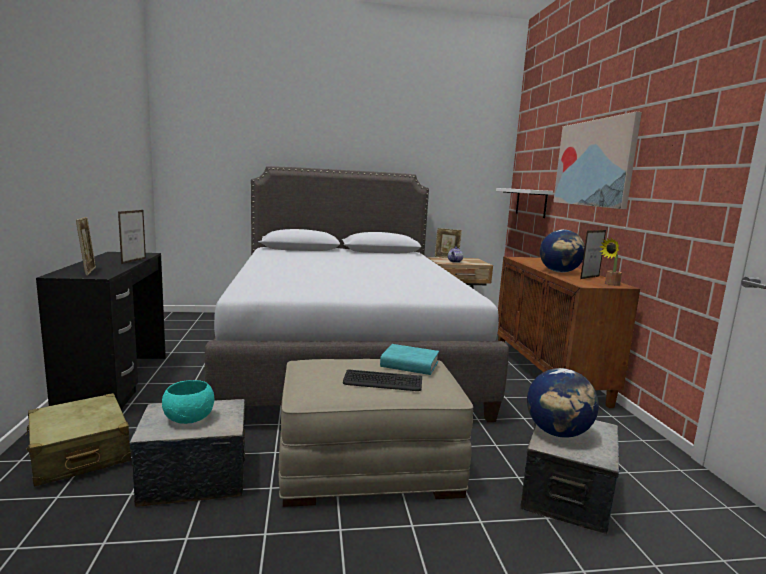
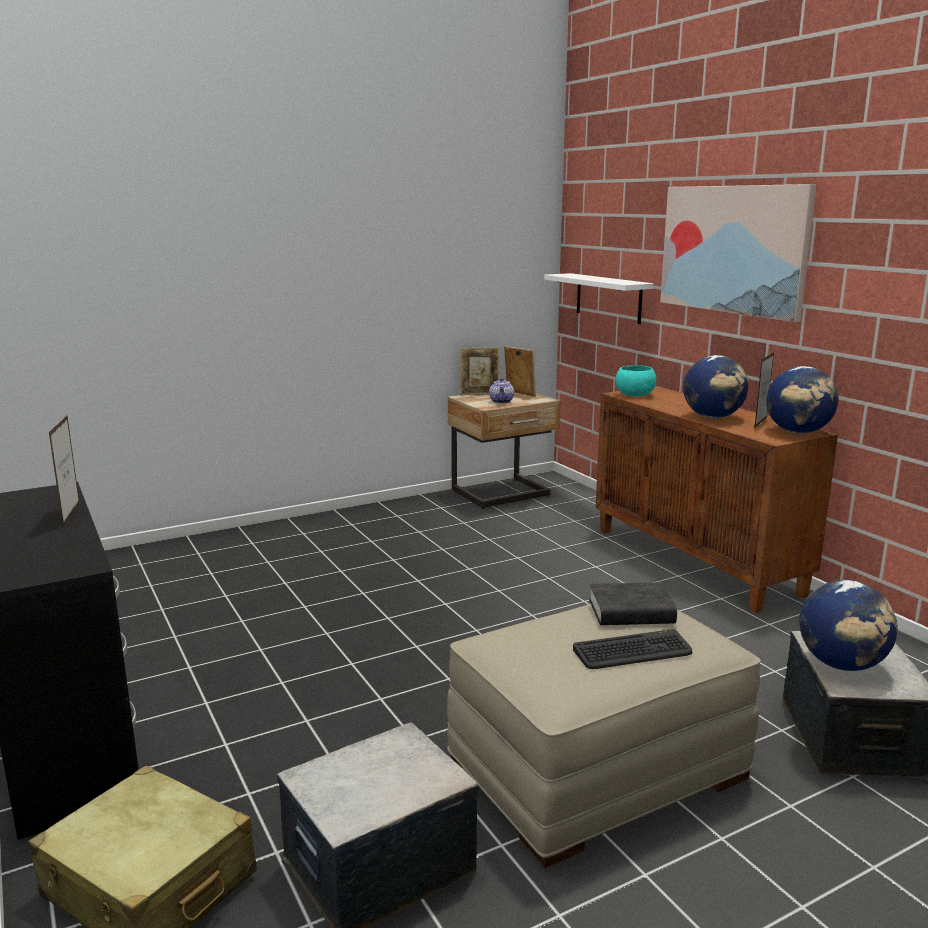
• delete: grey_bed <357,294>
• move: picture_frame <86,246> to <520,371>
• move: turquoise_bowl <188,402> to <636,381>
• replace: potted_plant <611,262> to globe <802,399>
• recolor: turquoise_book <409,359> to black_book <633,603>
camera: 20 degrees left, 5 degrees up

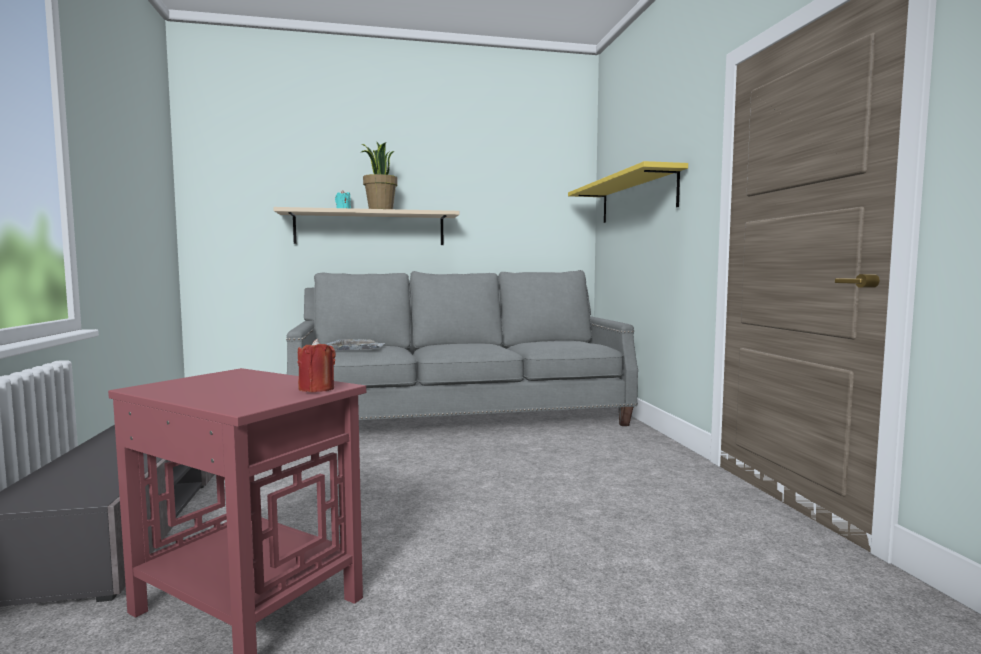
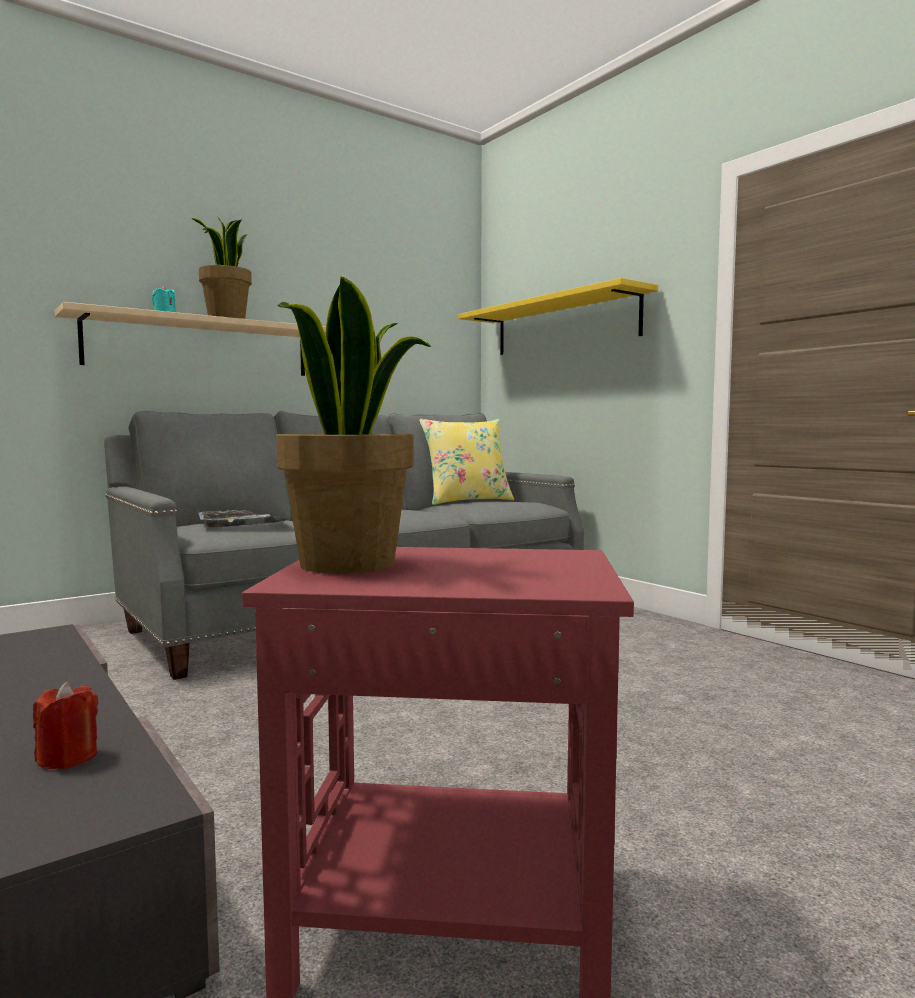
• insert: potted_plant <353,425>
• insert: yellow_pillow <466,462>
• move: red_candle <317,365> to <65,725>
camera: 25 degrees left, 0 degrees up

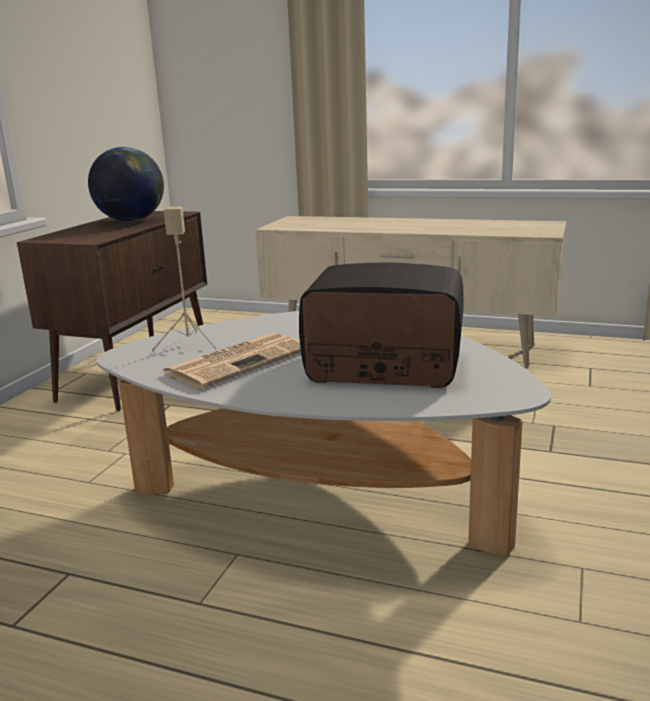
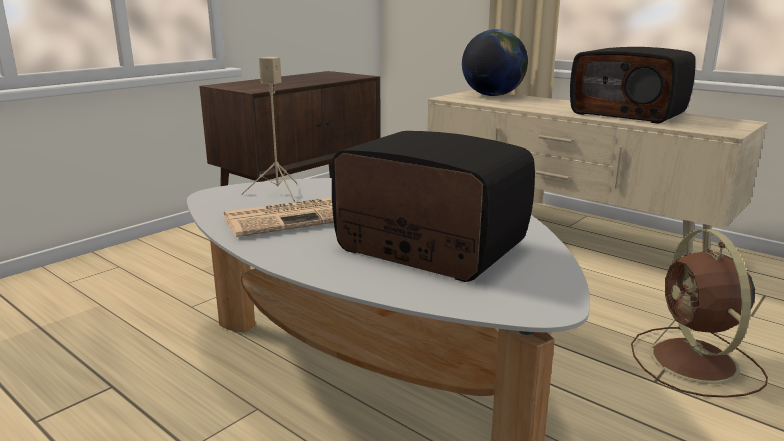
• insert: radio <633,85>
• insert: brown_fan <699,313>
• move: globe <126,184> to <495,62>
camera: 20 degrees right, 0 degrees up

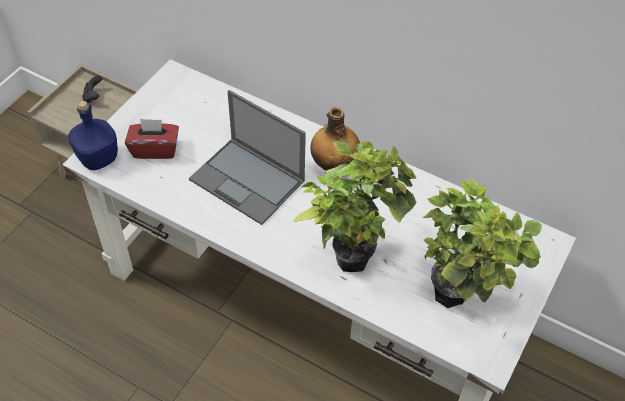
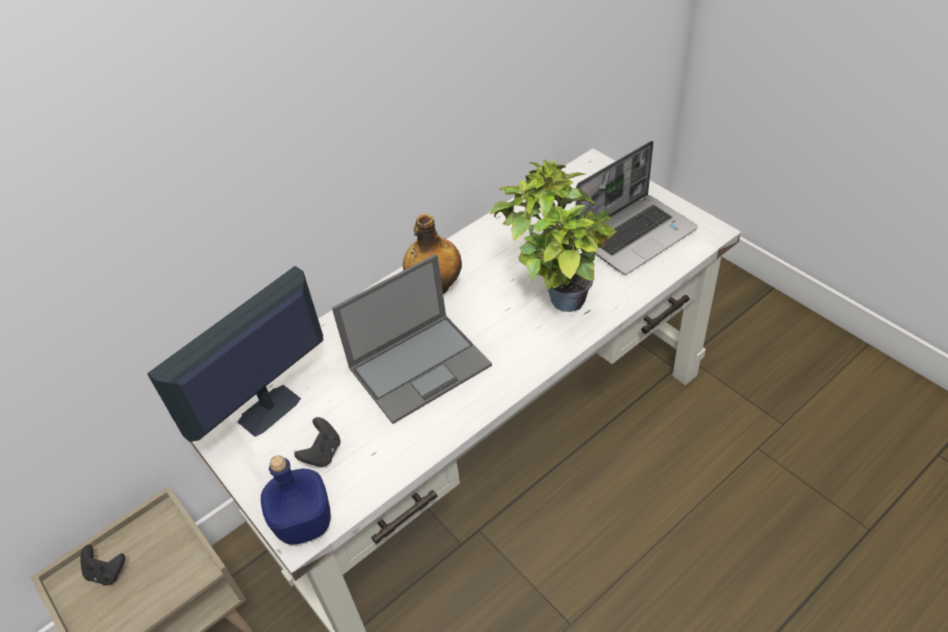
• insert: monitor <235,354>
• replace: red_tissue_box <152,139> to black_game_controller <317,442>
• replace: potted_plant <482,243> to laptop <636,208>
camera: 65 degrees left, 5 degrees down

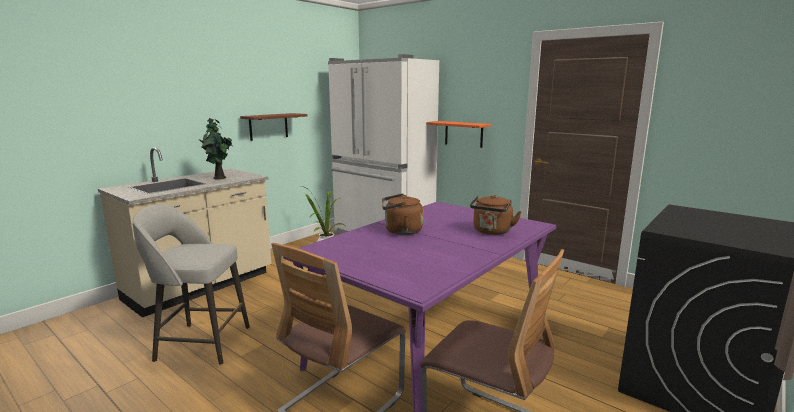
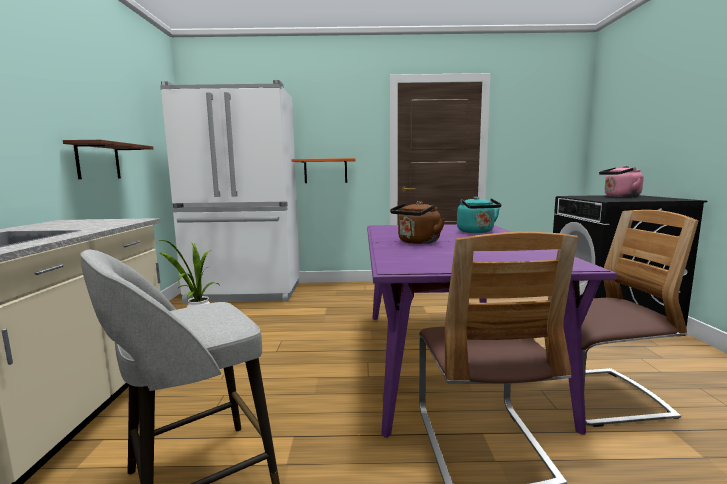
• delete: potted_plant <216,148>
• insert: pink_kettle <621,181>
• recolor: brown_kettle <496,215> to turquoise_kettle <479,214>
camera: 40 degrees left, 5 degrees down

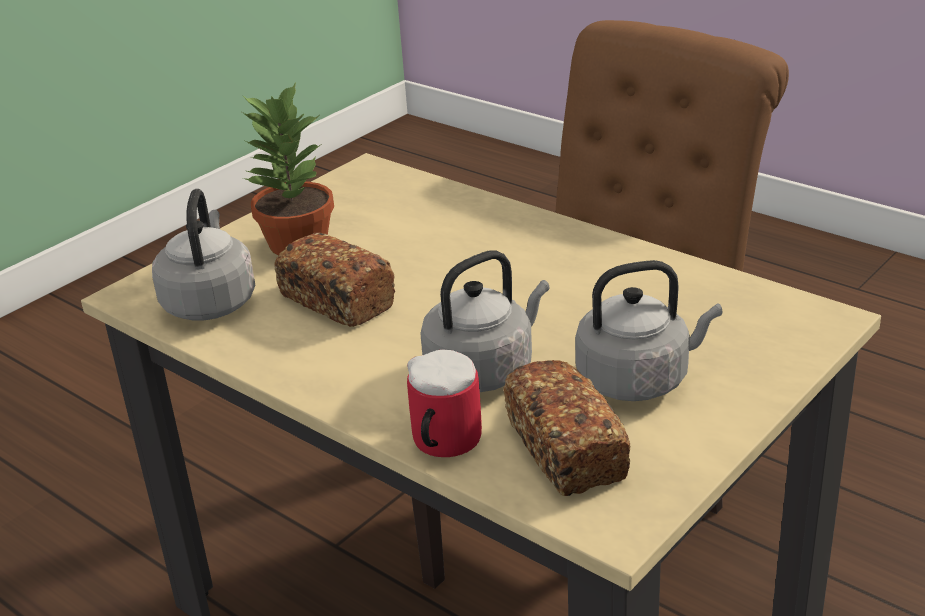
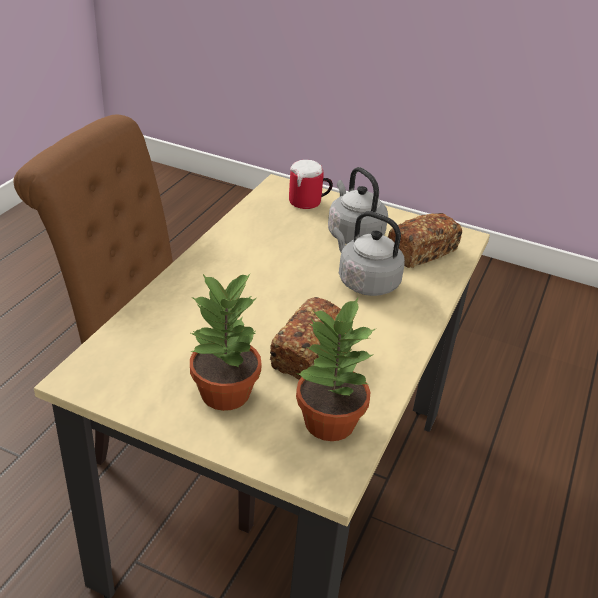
• move: mug <444,403> to <311,184>
• replace: grey_kettle <203,254> to potted_plant <335,369>
camera: 110 degrees left, 5 degrees up

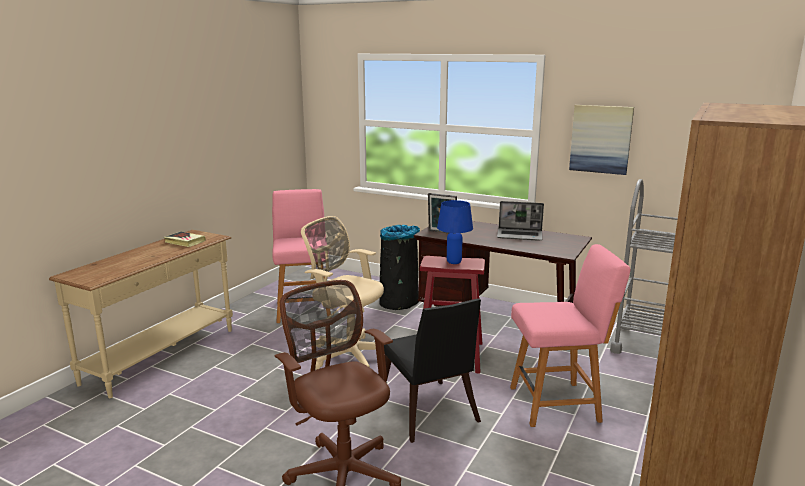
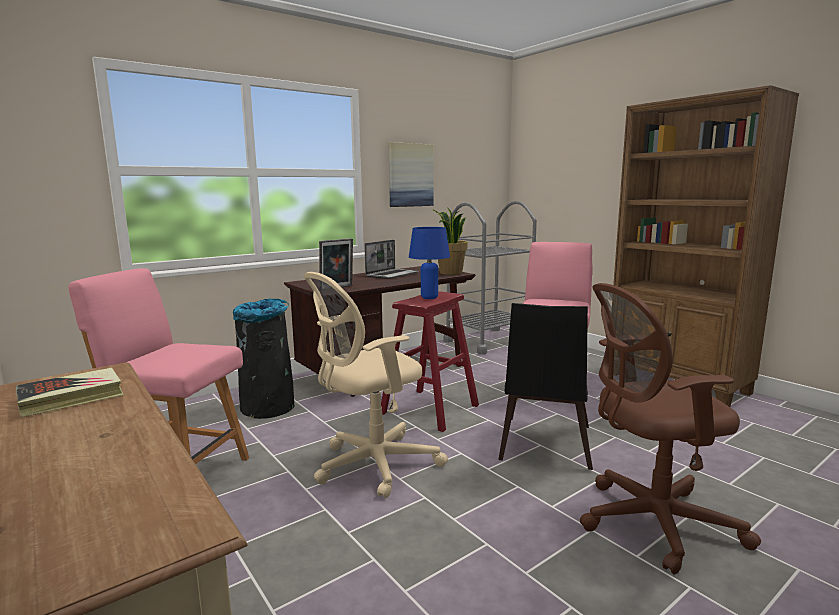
• insert: potted_plant <449,241>
• rotate: black_chair <432,370> = <545,386> 105 degrees clockwise
camera: 65 degrees left, 5 degrees down

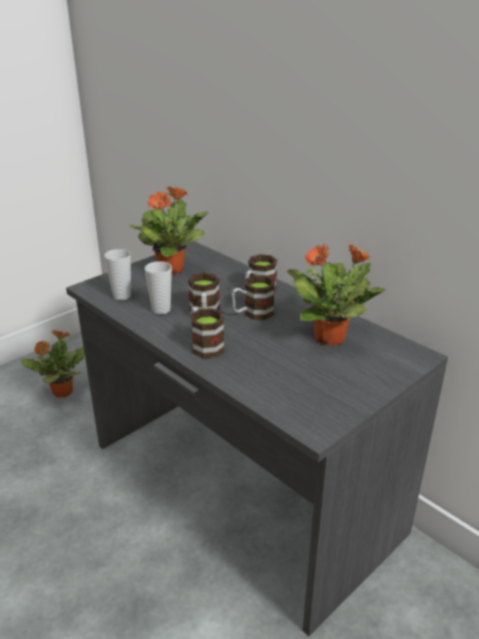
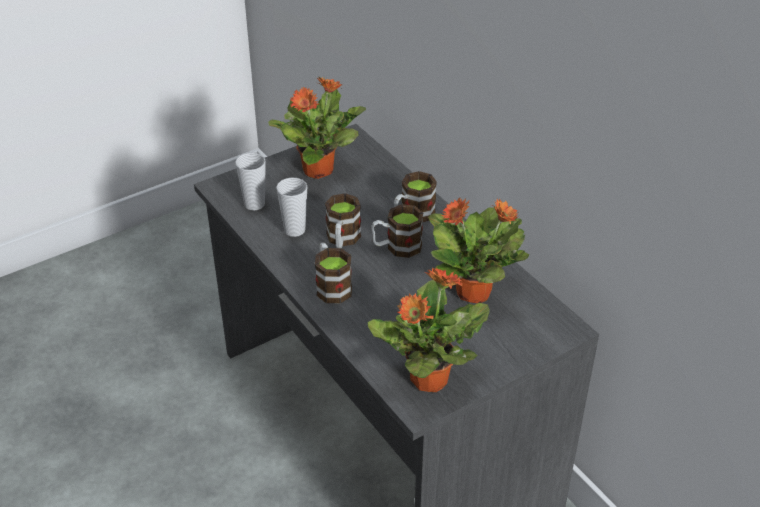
• move: potted_plant <53,363> to <429,330>
camera: 10 degrees right, 10 degrees up

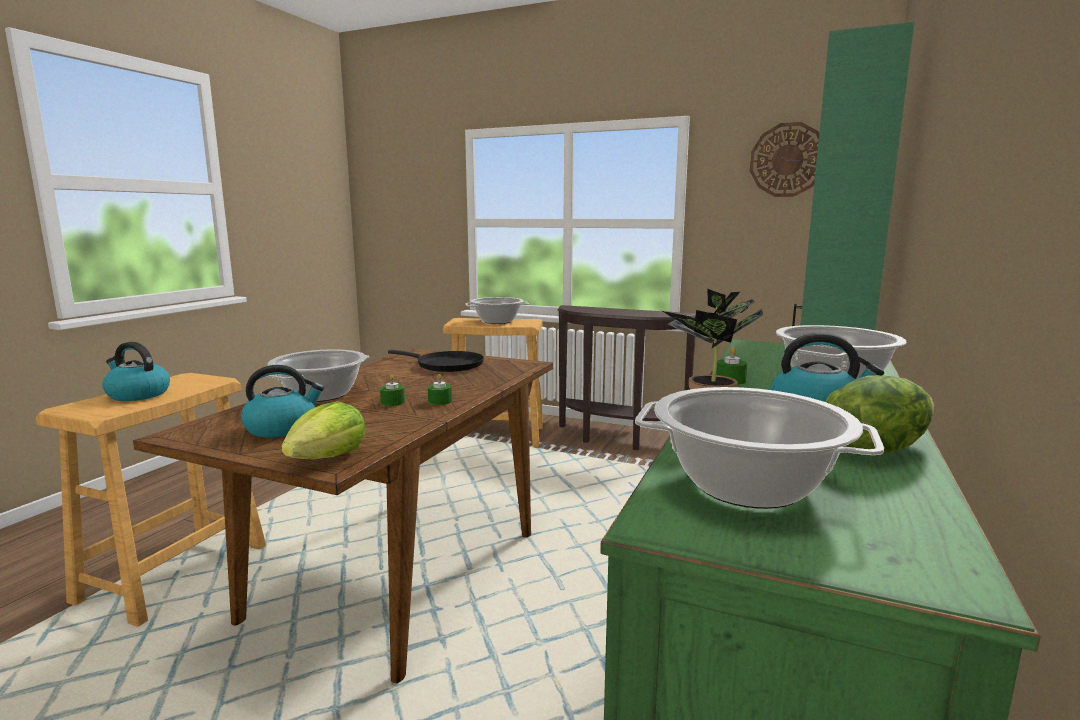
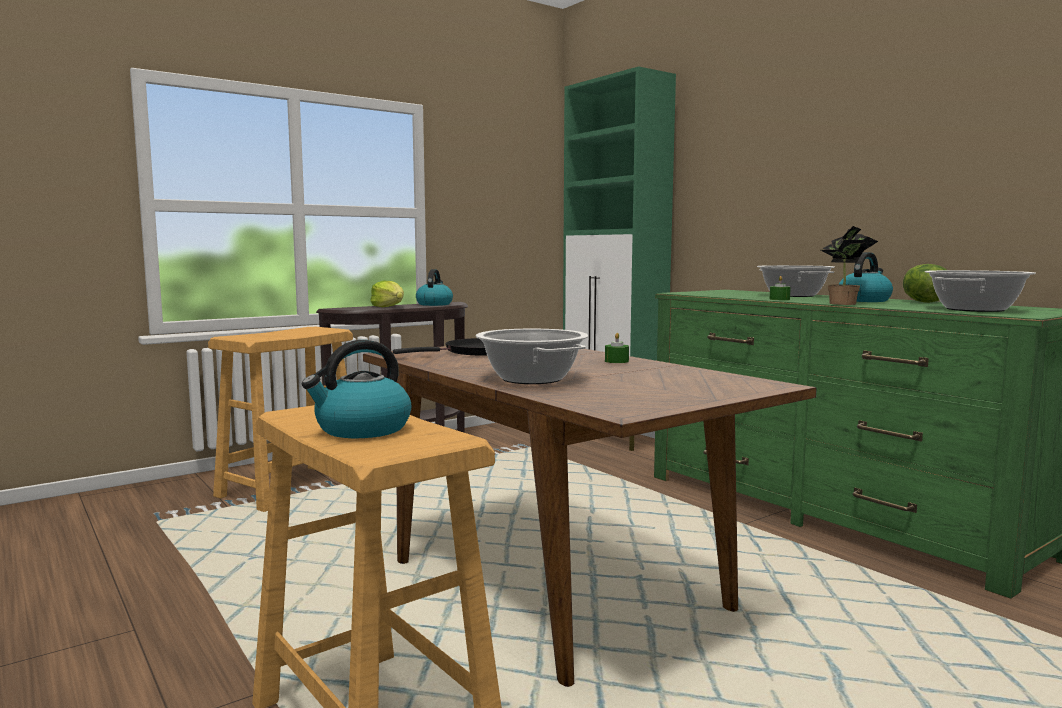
• delete: green_candle <392,390>
• delete: cooking_pot <497,310>
• delete: wall_clock <784,159>
• move: kettle <282,401> to <434,287>
• move: lettuce <323,430> to <387,294>
camera: 60 degrees left, 5 degrees down

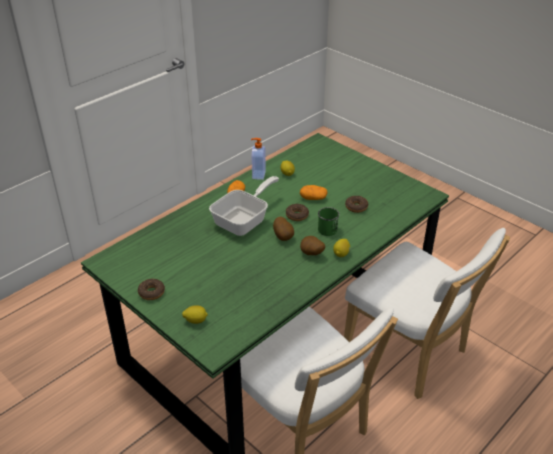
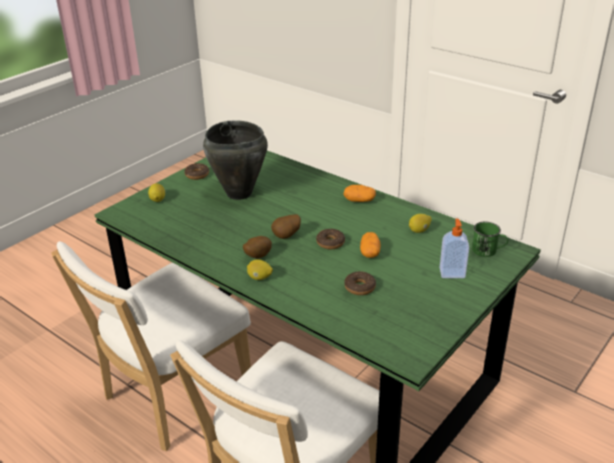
• delete: frying_pan <244,206>
• insert: black_cooking_pot <235,160>
• move: soap_dispenser <258,159> to <454,248>
• move: green_mug <328,221> to <490,239>
camera: 85 degrees right, 5 degrees down

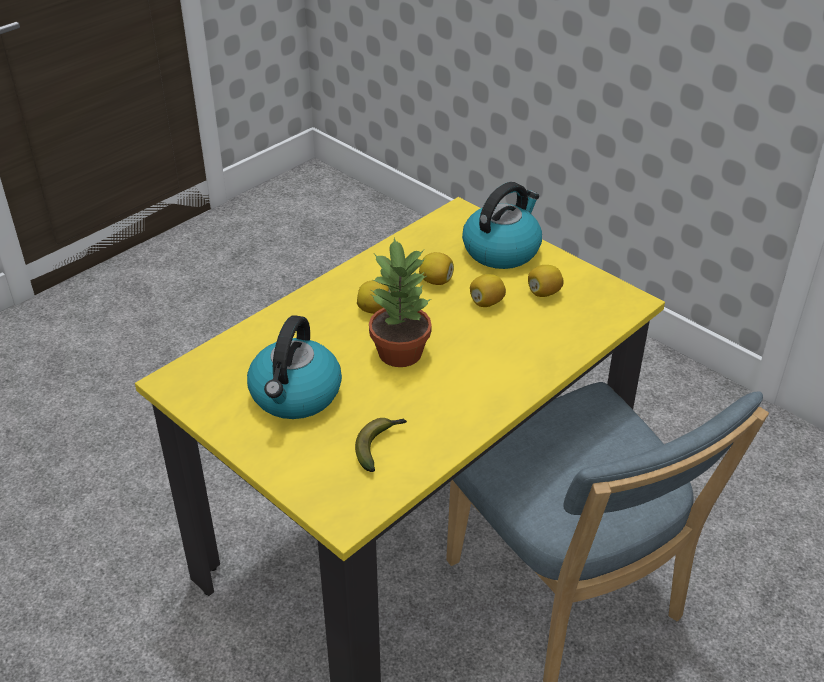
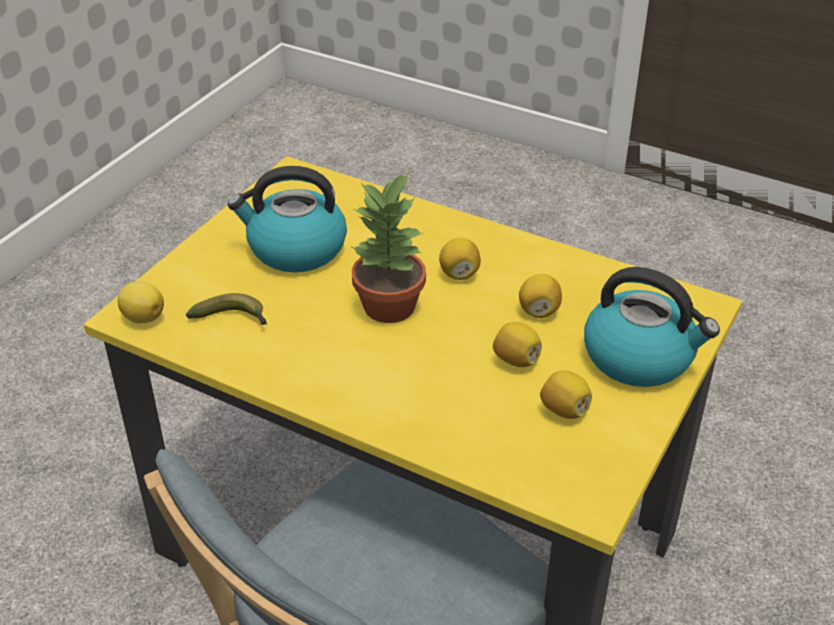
• insert: lemon <141,302>
camera: 75 degrees right, 0 degrees up

